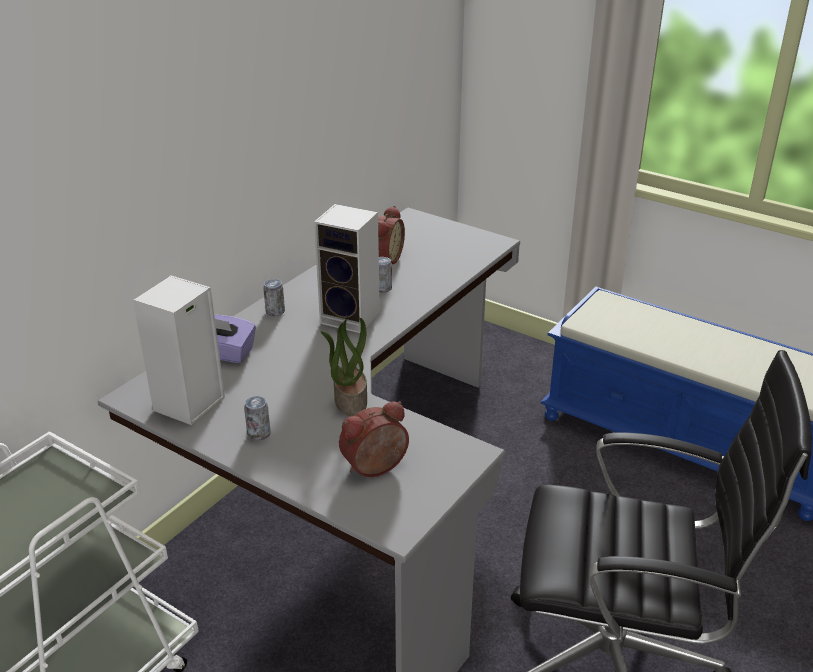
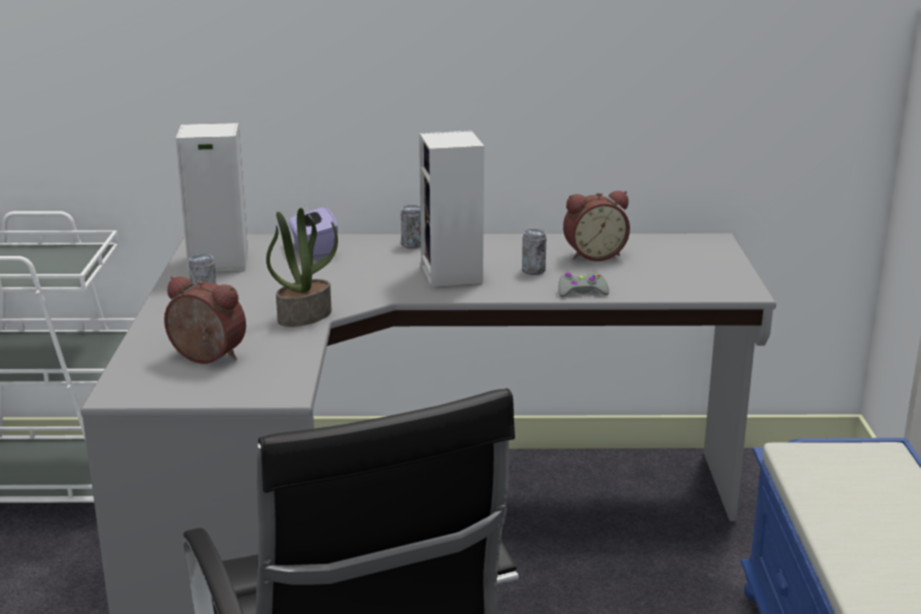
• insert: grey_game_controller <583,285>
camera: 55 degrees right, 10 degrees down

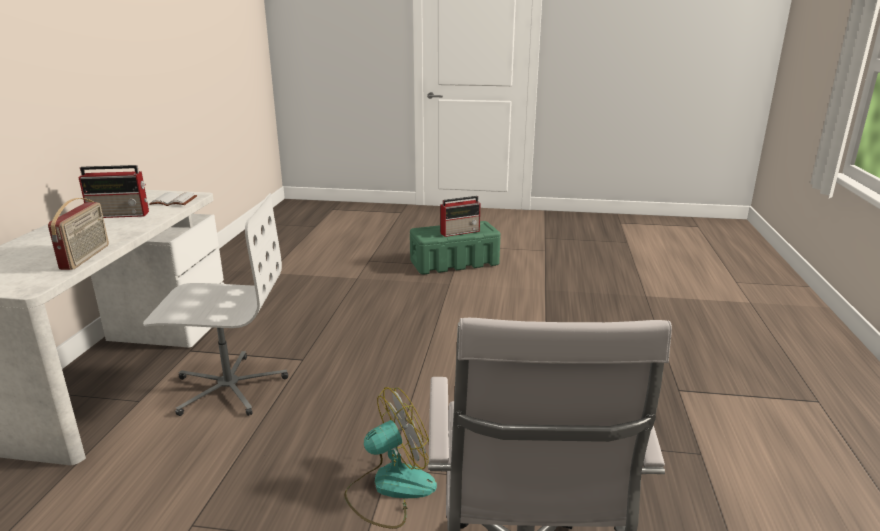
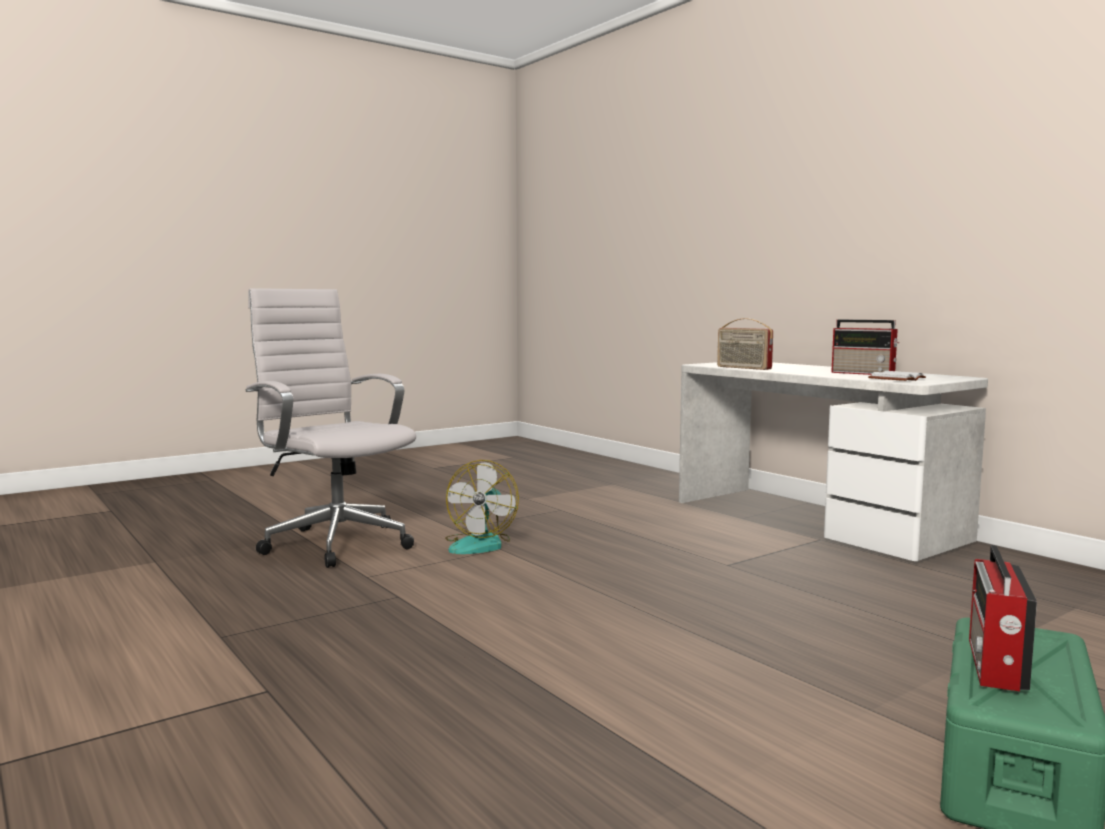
• delete: white_office_chair <215,304>
• rotate: radio <114,191> = <865,347> 90 degrees counterclockwise
camera: 135 degrees right, 15 degrees down

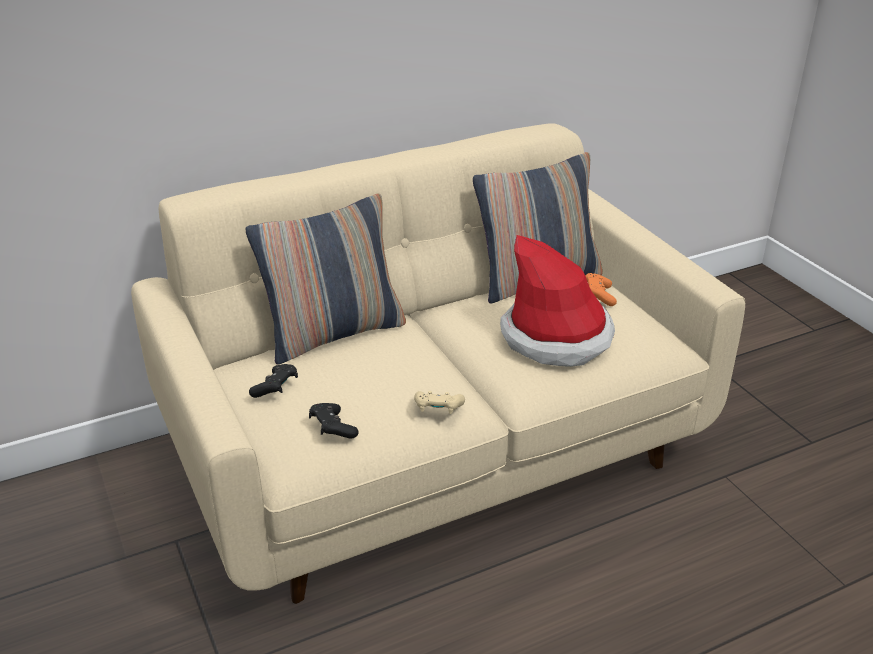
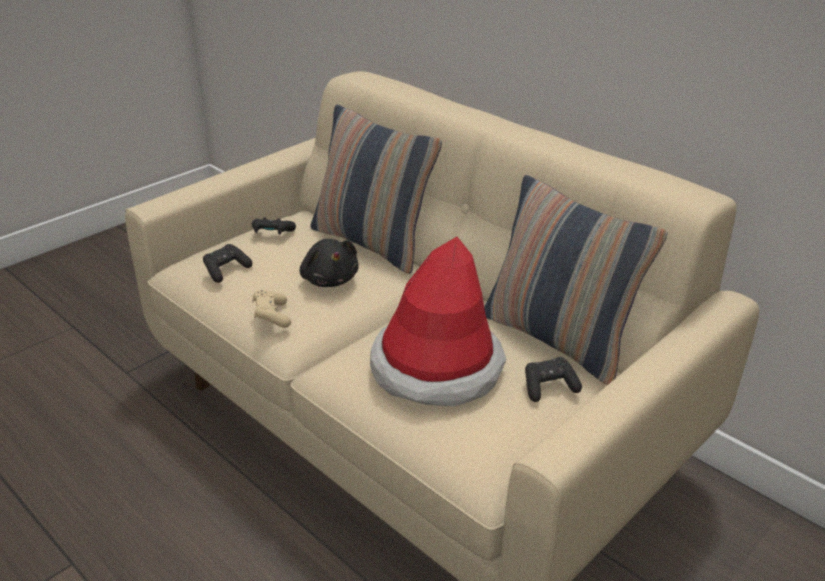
• insert: black_plush_toy <329,263>
• recolor: orange_game_controller <601,289> to black_game_controller <553,379>
camera: 70 degrees right, 0 degrees up

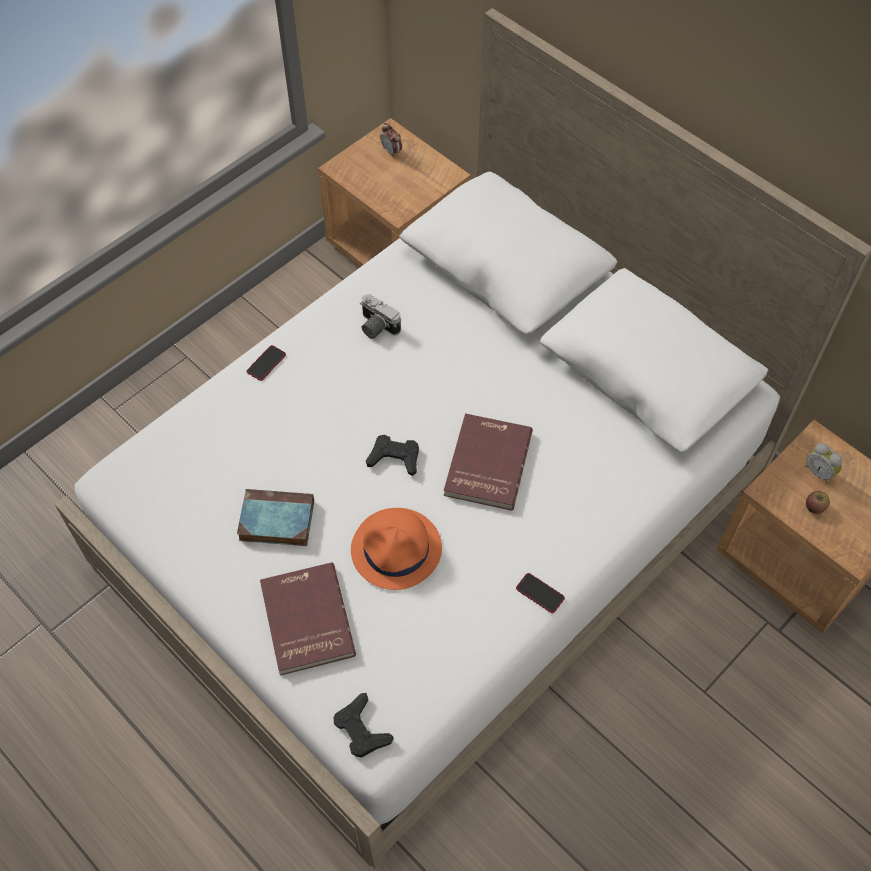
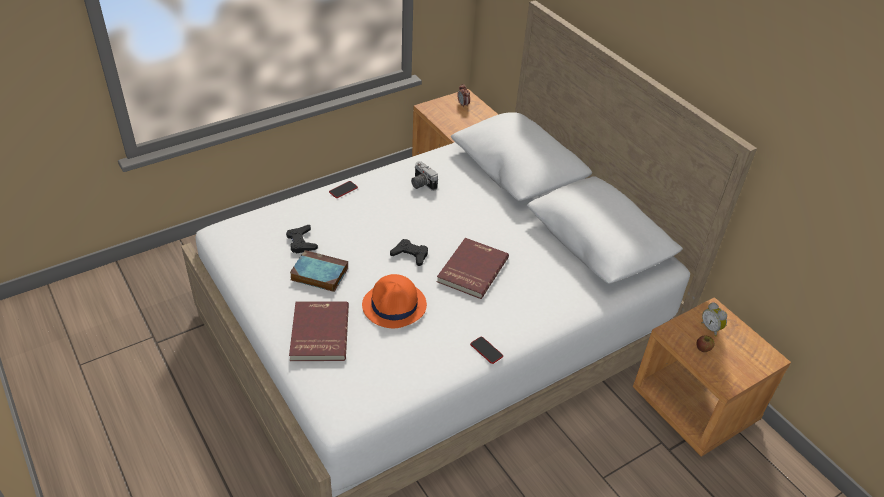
• move: black_game_controller <364,725> to <302,239>
camera: 10 degrees right, 15 degrees down

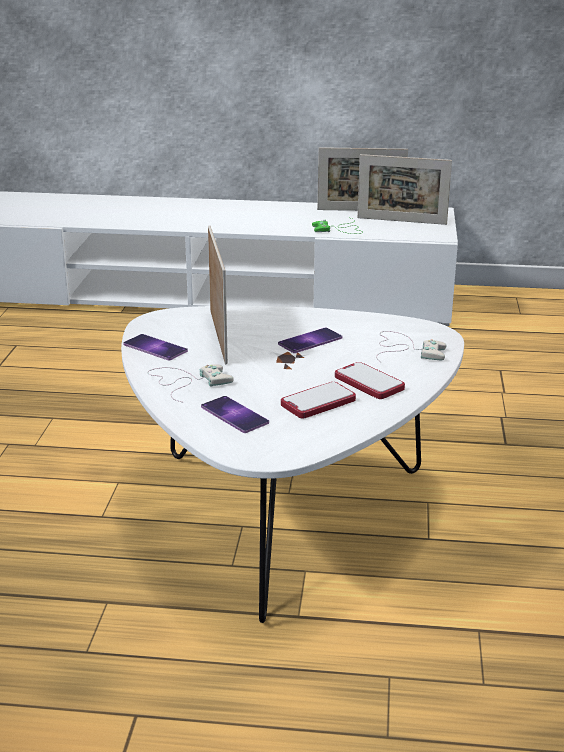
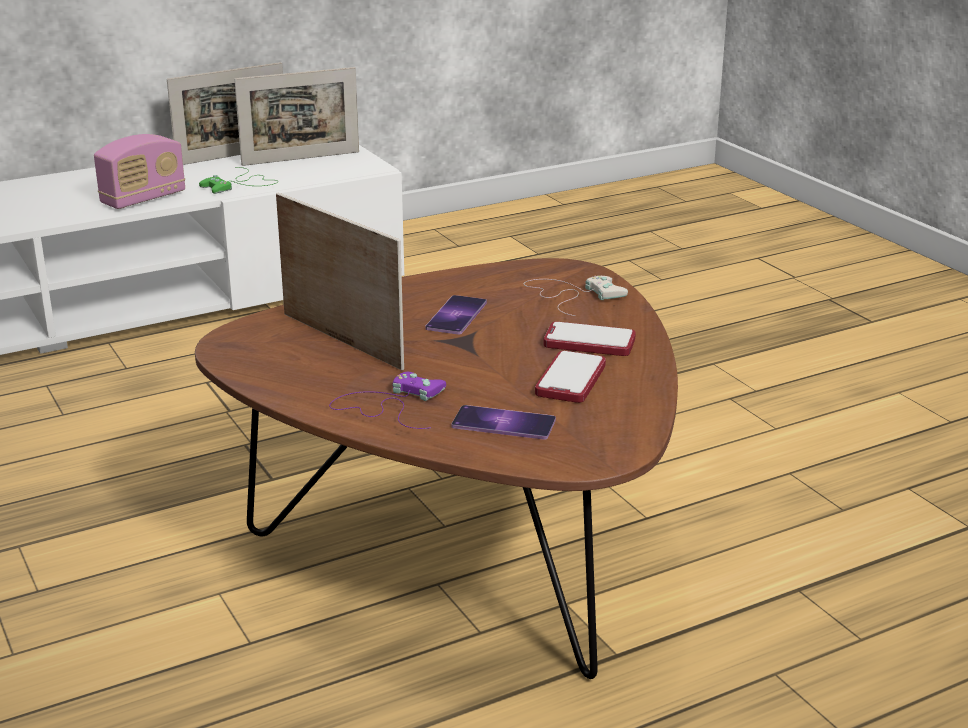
• delete: phone <155,347>
• insert: radio <139,171>
• recolor: white_coffee_table <292,464> to brown_coffee_table <436,468>
• recolor: white_game_controller <190,383> to purple_game_controller <387,400>
camera: 35 degrees left, 0 degrees up

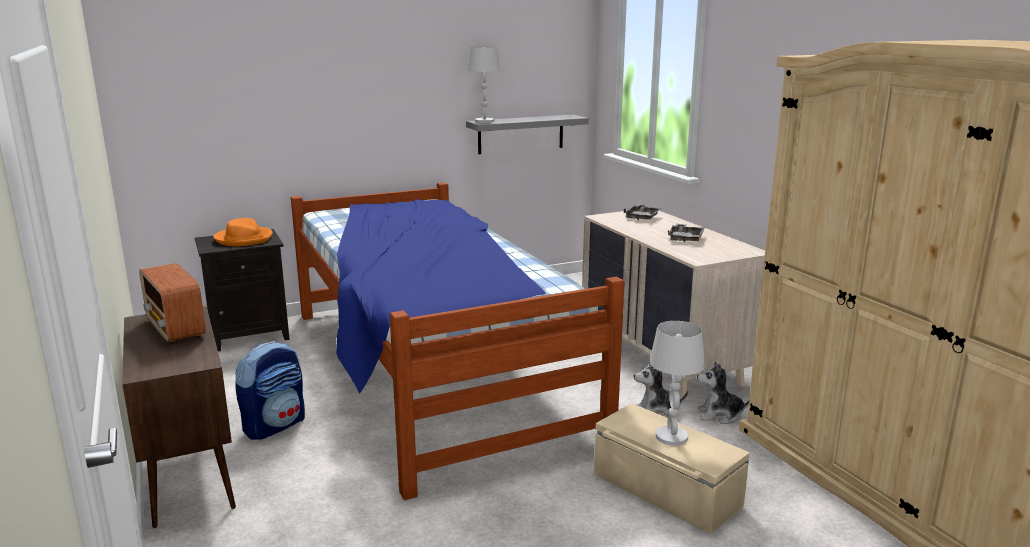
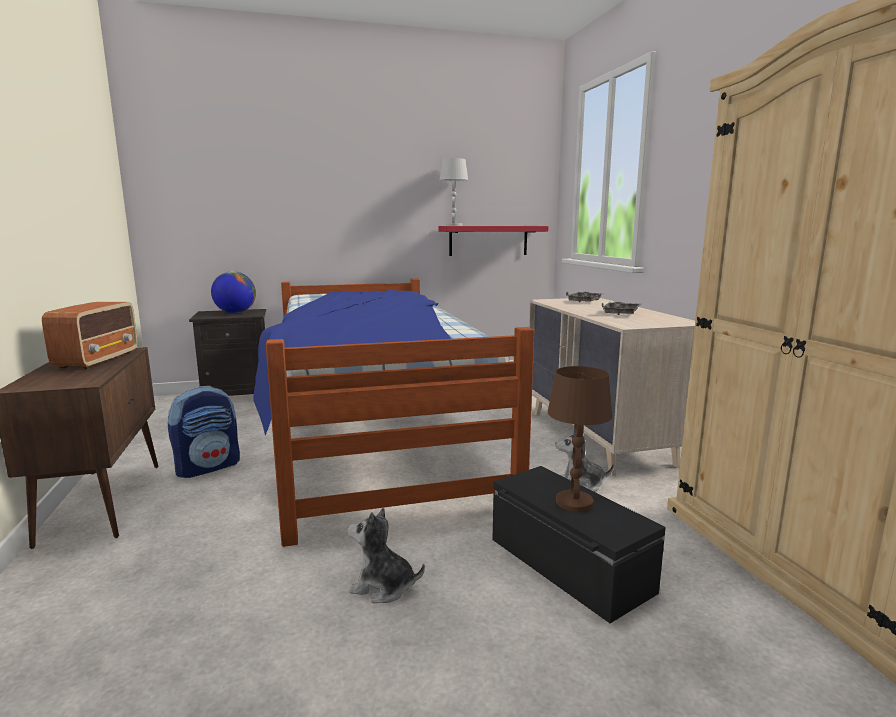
• move: plush_toy <723,393> to <386,555>
• replace: orange_hat <243,232> to globe <233,292>
• recolor: grey_shelf <527,134> to red_shelf <493,241>
• recolor: beige_storage_box <672,468> to black_storage_box <579,544>
• recolor: white_table_lamp <677,383> to brown_table_lamp <580,439>
• rotate: radio <172,303> = <90,335> 150 degrees counterclockwise
camera: 10 degrees right, 5 degrees down

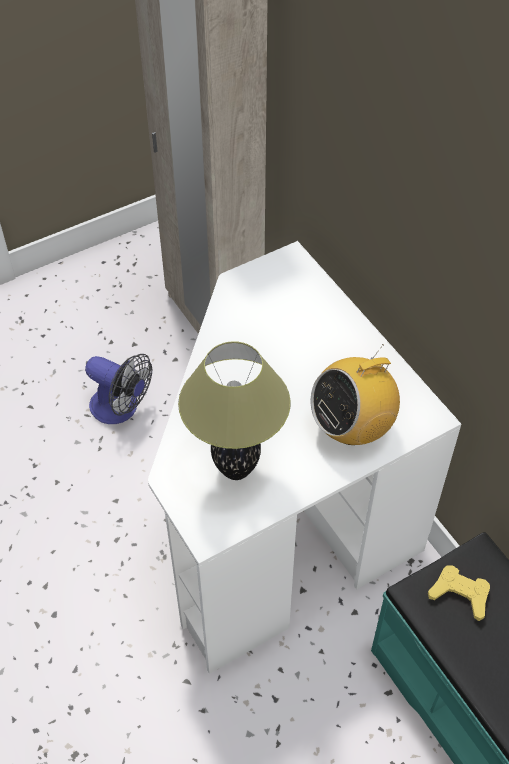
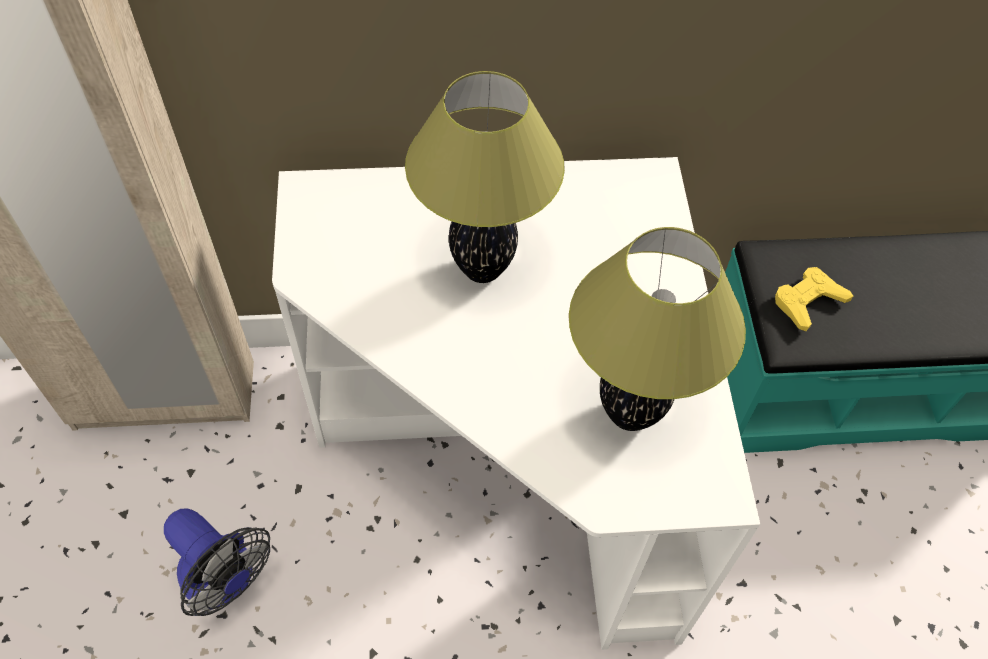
• delete: radio <355,394>
• insert: table_lamp <485,177>
• rotate: fan <118,389> = <217,562> 75 degrees clockwise
camera: 65 degrees left, 5 degrees up

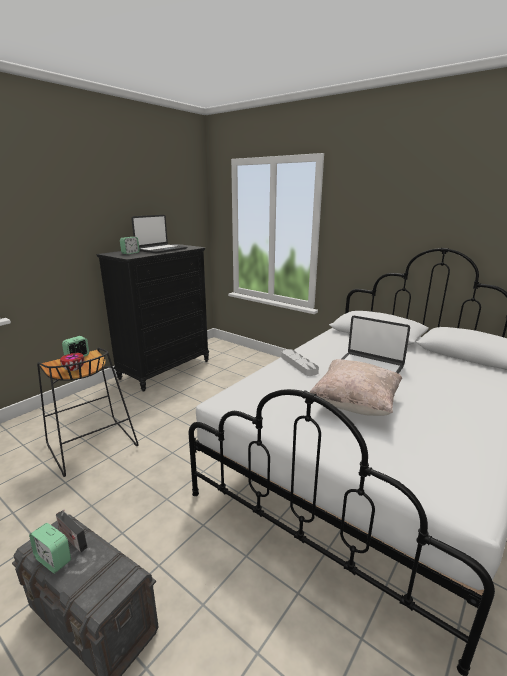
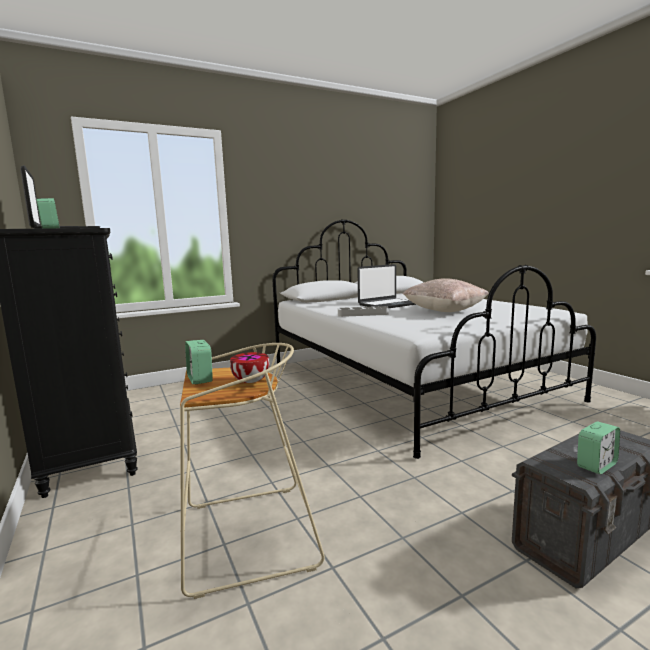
• delete: radio <71,531>
• recolor: black_stool <88,412> to beige_stool <252,471>
camera: 65 degrees left, 10 degrees down

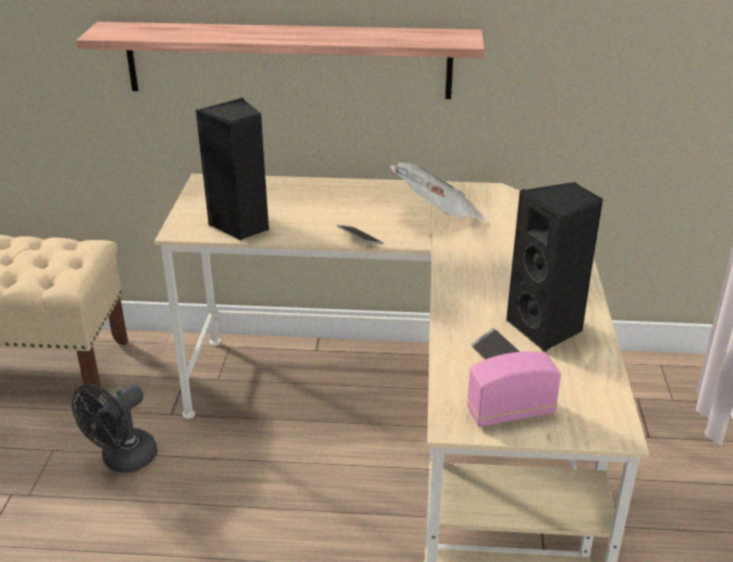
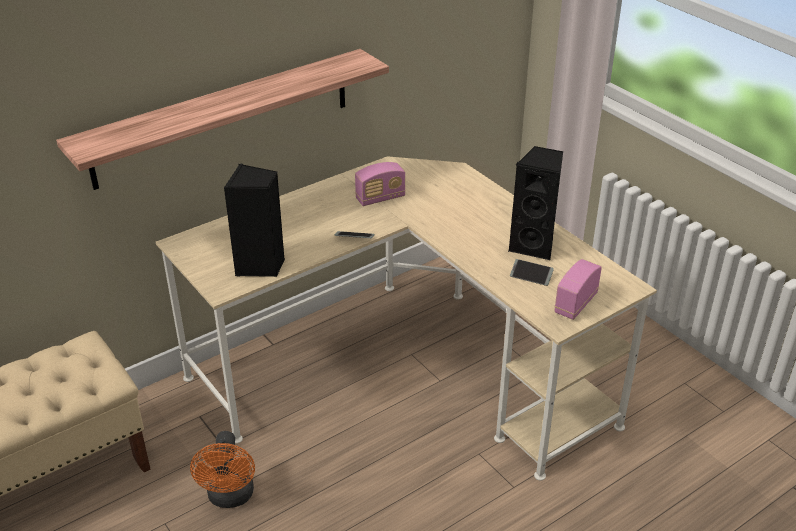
• replace: newspaper <439,191> to radio <380,184>
• recolor: black_fan <115,428> to orange_fan <222,469>
camera: 40 degrees left, 5 degrees up

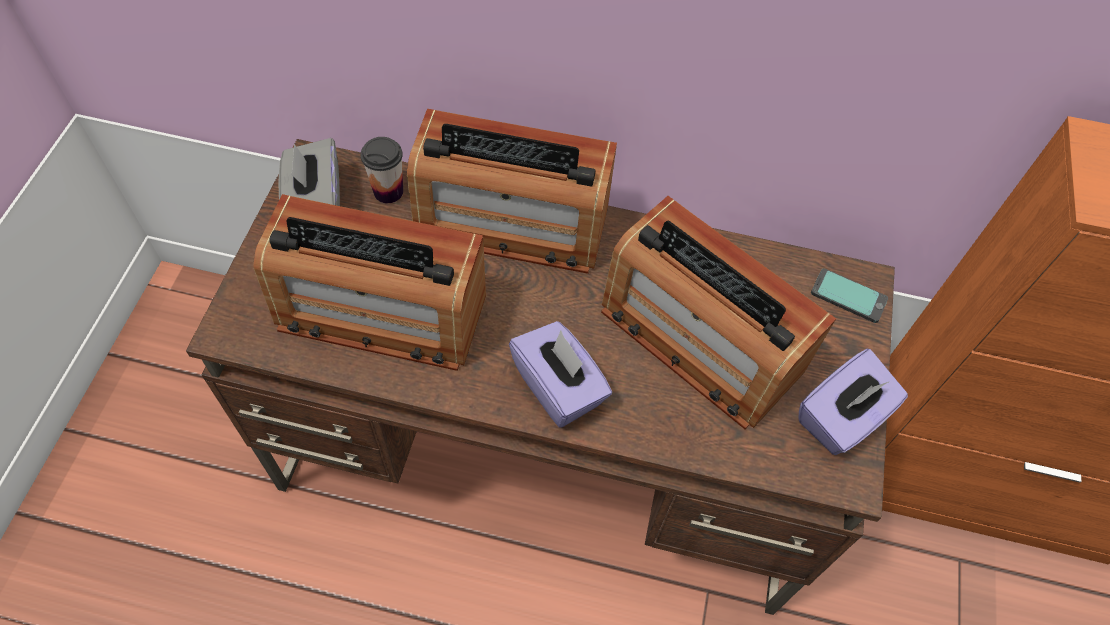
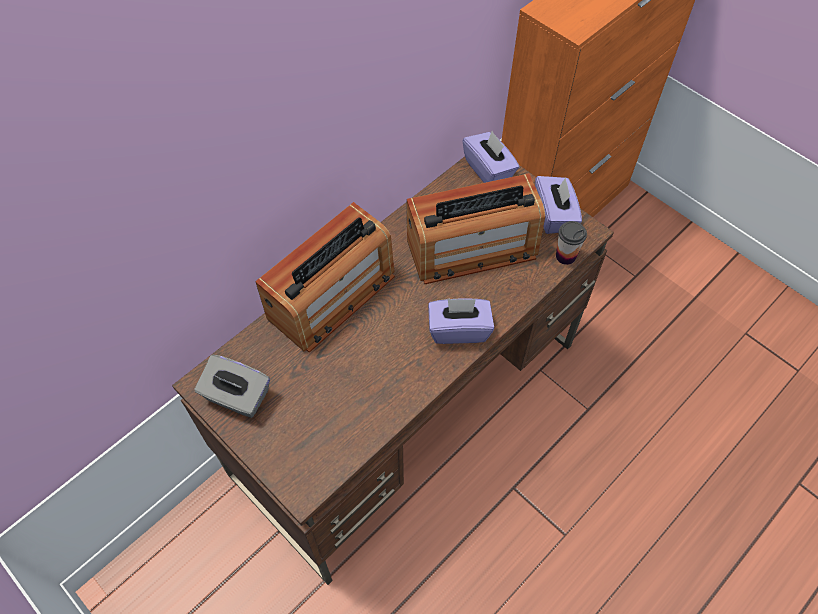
• delete: radio <369,282>
• move: cup <381,170> to <571,243>
• replace: phone <849,295> to purple_tissue_box <491,157>
camera: 55 degrees left, 0 degrees up

